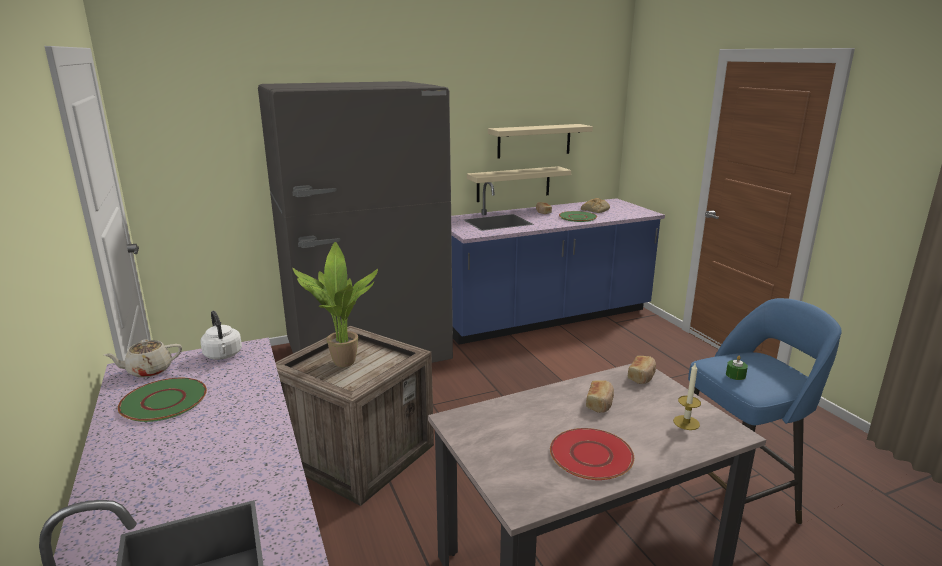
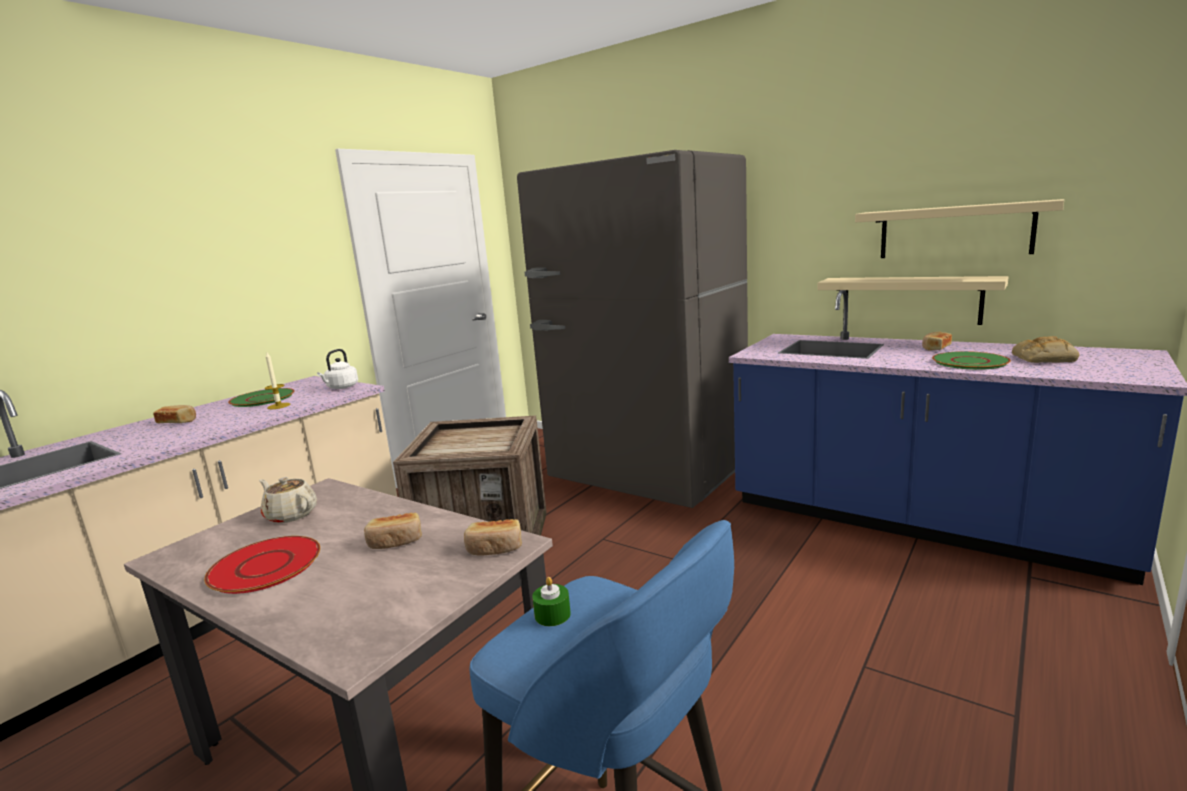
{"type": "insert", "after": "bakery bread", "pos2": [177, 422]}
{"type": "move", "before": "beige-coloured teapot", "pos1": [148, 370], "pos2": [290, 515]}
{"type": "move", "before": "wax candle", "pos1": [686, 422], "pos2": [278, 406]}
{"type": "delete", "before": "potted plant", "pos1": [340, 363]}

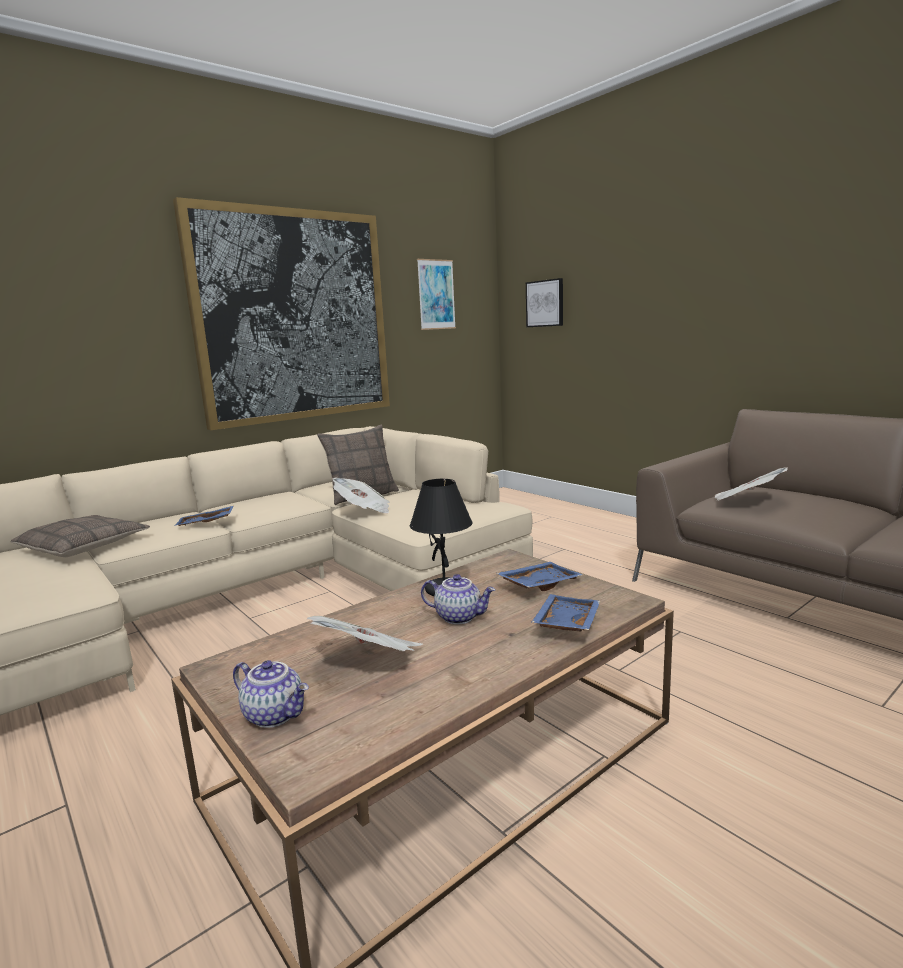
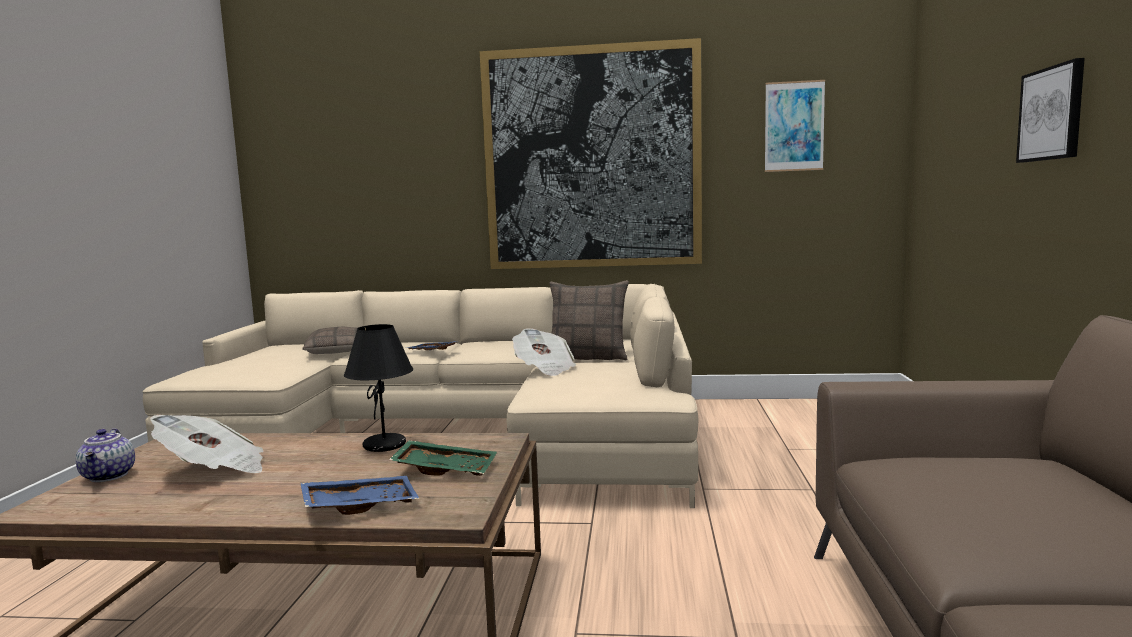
{"type": "recolor", "before": "blue-coloured serving tray", "after": "green-coloured serving tray", "pos1": [539, 584], "pos2": [446, 469]}
{"type": "move", "before": "wall picture", "pos1": [545, 303], "pos2": [1052, 113]}
{"type": "delete", "before": "teapot", "pos1": [459, 617]}
{"type": "delete", "before": "printed paper", "pos1": [746, 502]}

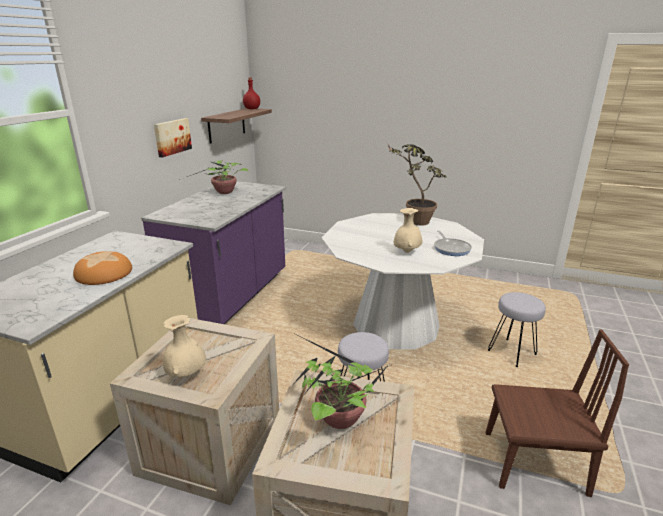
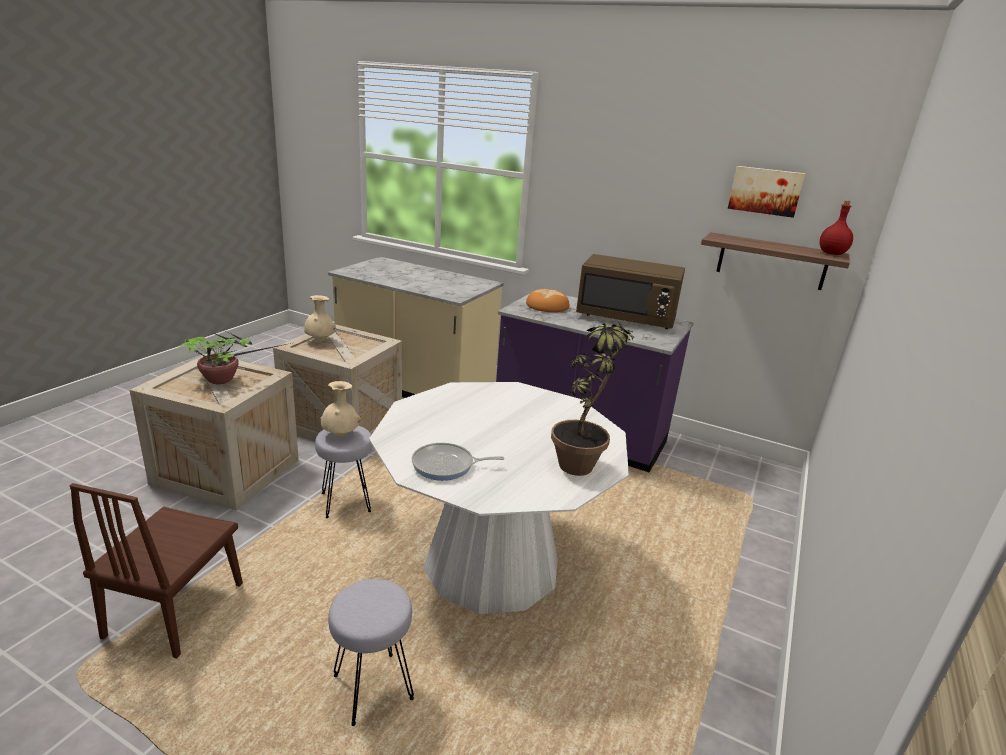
{"type": "move", "before": "beige-coloured decorative vase", "pos1": [406, 252], "pos2": [340, 435]}
{"type": "move", "before": "bakery bread", "pos1": [104, 273], "pos2": [547, 306]}
{"type": "replace", "before": "potted plant", "after": "brownish microwave", "pos1": [223, 193], "pos2": [626, 318]}
{"type": "move", "before": "wall picture", "pos1": [172, 137], "pos2": [765, 191]}

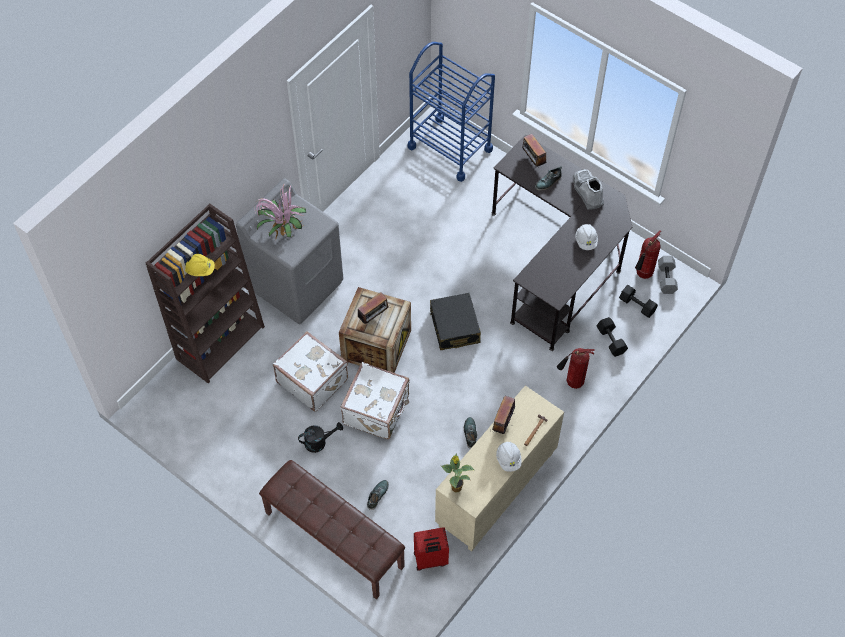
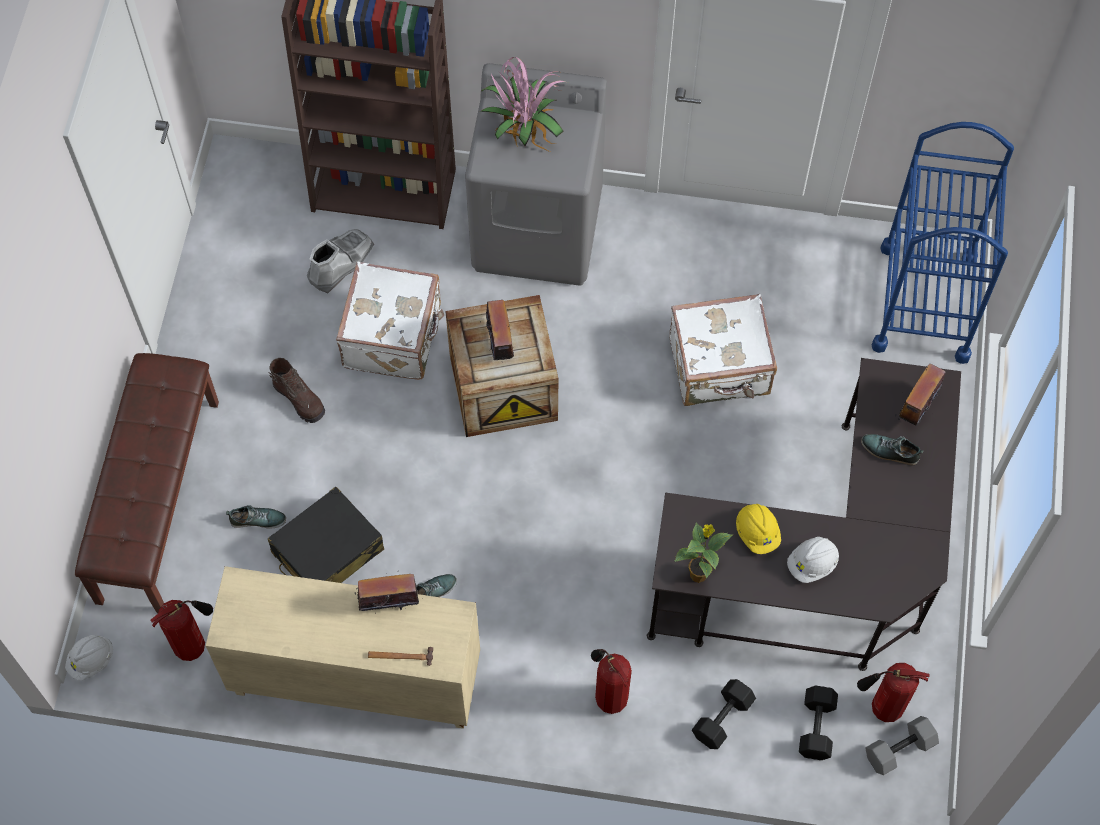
{"type": "move", "before": "white-coloured hard hat", "pos1": [508, 459], "pos2": [91, 661]}
{"type": "replace", "before": "red travel case", "after": "extinguisher", "pos1": [430, 560], "pos2": [193, 644]}
{"type": "move", "before": "black travel case", "pos1": [454, 327], "pos2": [327, 551]}
{"type": "replace", "before": "black watering can", "after": "brownish tall boot", "pos1": [319, 442], "pos2": [300, 399]}
{"type": "move", "before": "grey tall boot", "pos1": [587, 192], "pos2": [340, 263]}
{"type": "rotate", "before": "radio", "pos1": [374, 316], "pos2": [500, 343], "turn": -120}
{"type": "move", "before": "white-coloured travel case", "pos1": [377, 410], "pos2": [720, 368]}
{"type": "move", "before": "potted plant", "pos1": [456, 487], "pos2": [698, 573]}
{"type": "move", "before": "yellowish hard hat", "pos1": [200, 269], "pos2": [757, 533]}

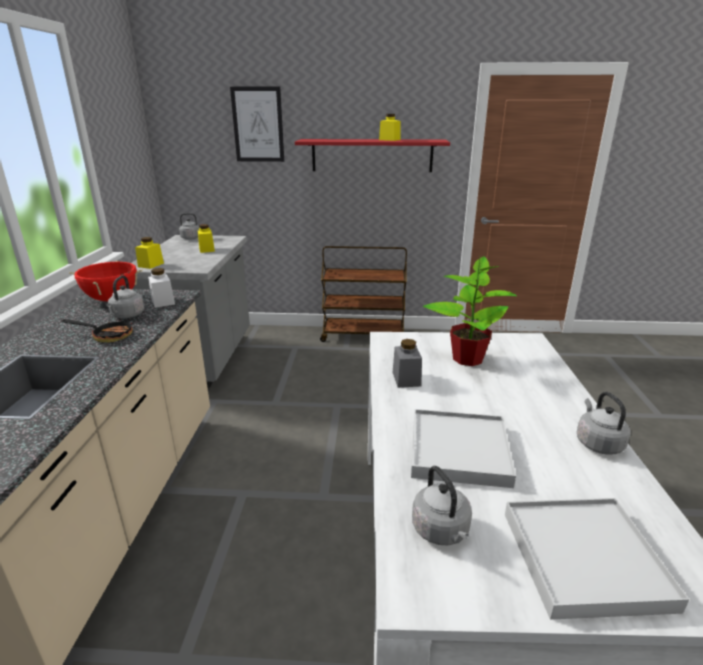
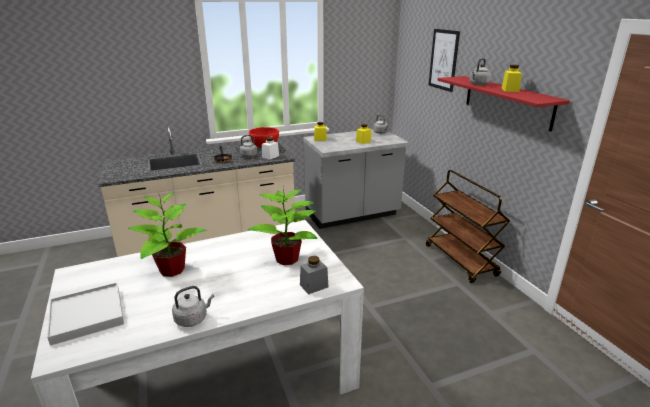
{"type": "replace", "before": "white-coloured serving tray", "after": "potted plant", "pos1": [458, 450], "pos2": [171, 270]}
{"type": "move", "before": "grey storage jar", "pos1": [406, 379], "pos2": [314, 286]}
{"type": "move", "before": "grey water kettle", "pos1": [441, 531], "pos2": [478, 84]}

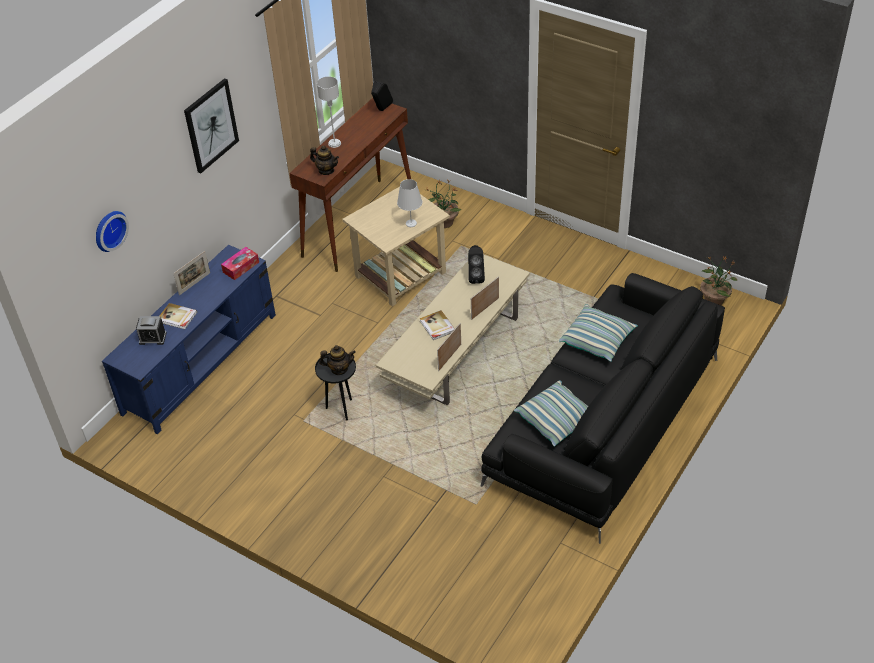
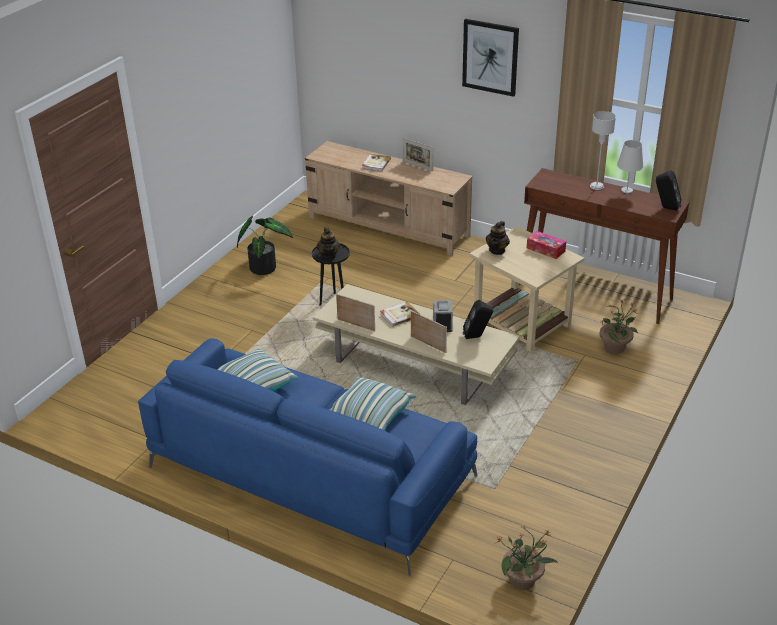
{"type": "recolor", "before": "black couch", "after": "blue-coloured couch", "pos1": [604, 421], "pos2": [310, 472]}
{"type": "insert", "after": "potted plant", "pos2": [265, 266]}
{"type": "recolor", "before": "blue-coloured tv unit", "after": "beige-coloured tv unit", "pos1": [201, 363], "pos2": [388, 227]}
{"type": "move", "before": "table clock", "pos1": [152, 338], "pos2": [442, 324]}
{"type": "move", "before": "teapot", "pos1": [326, 170], "pos2": [497, 250]}
{"type": "move", "before": "box of tissues", "pos1": [241, 267], "pos2": [545, 249]}
{"type": "move", "before": "white-coloured tabletop lamp", "pos1": [411, 223], "pos2": [627, 190]}
{"type": "delete", "before": "wall clock", "pos1": [109, 230]}

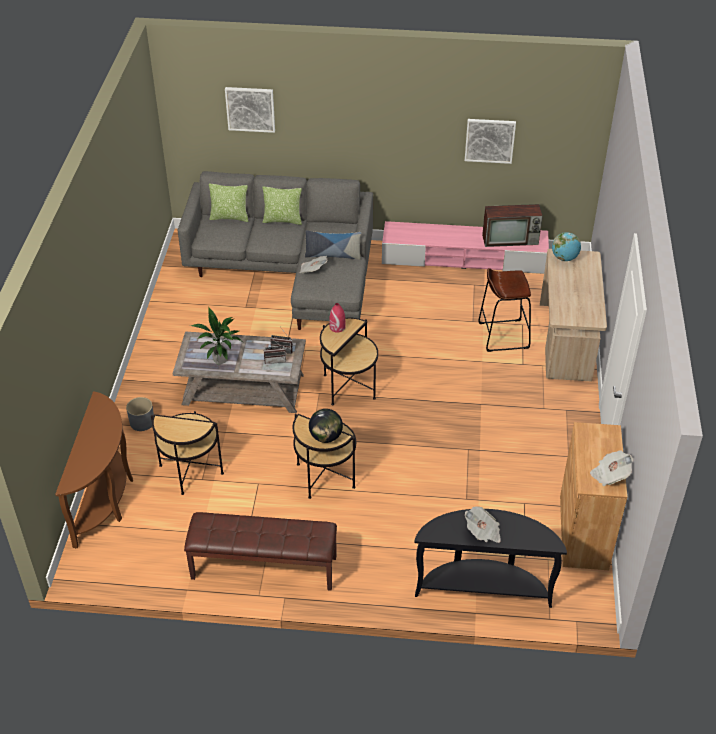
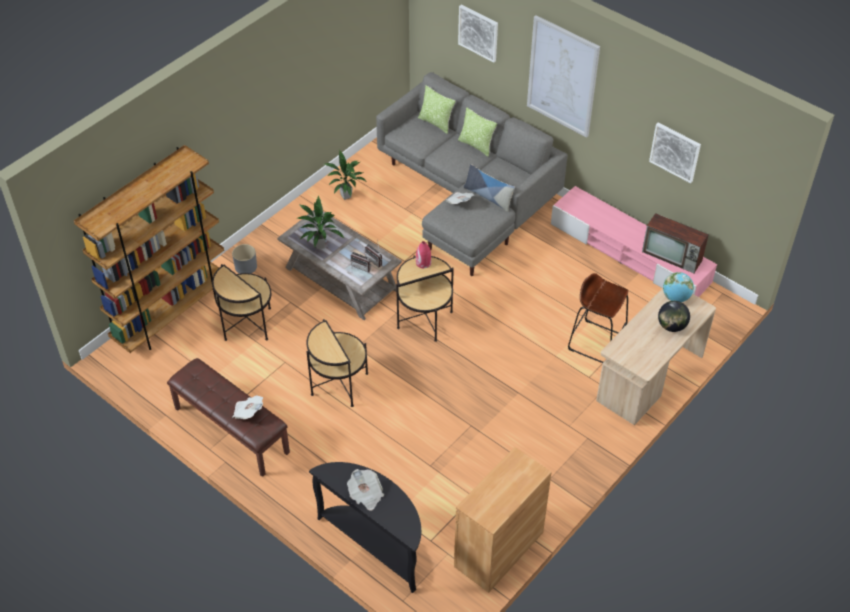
{"type": "replace", "before": "brownish console table", "after": "brownish bookshelf", "pos1": [107, 499], "pos2": [172, 314]}
{"type": "move", "before": "printed paper", "pos1": [610, 475], "pos2": [248, 412]}
{"type": "insert", "after": "potted plant", "pos2": [346, 196]}
{"type": "insert", "after": "wall picture", "pos2": [562, 76]}
{"type": "move", "before": "world globe", "pos1": [326, 437], "pos2": [671, 326]}

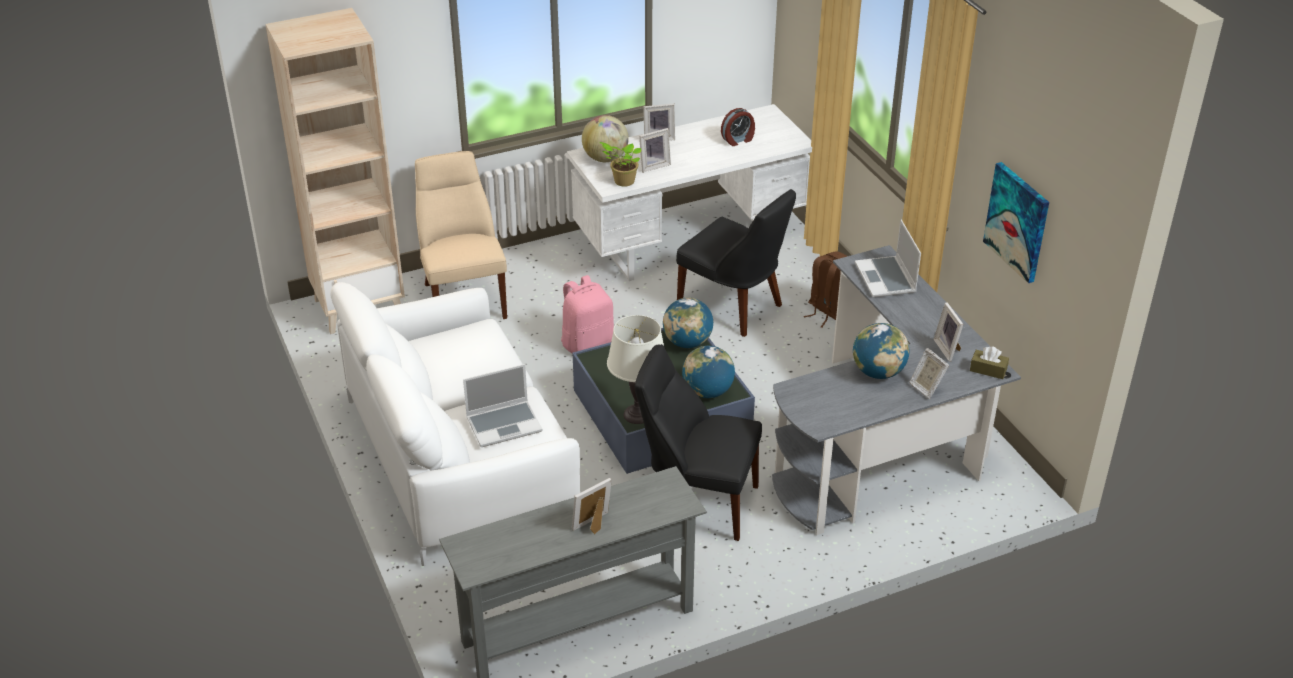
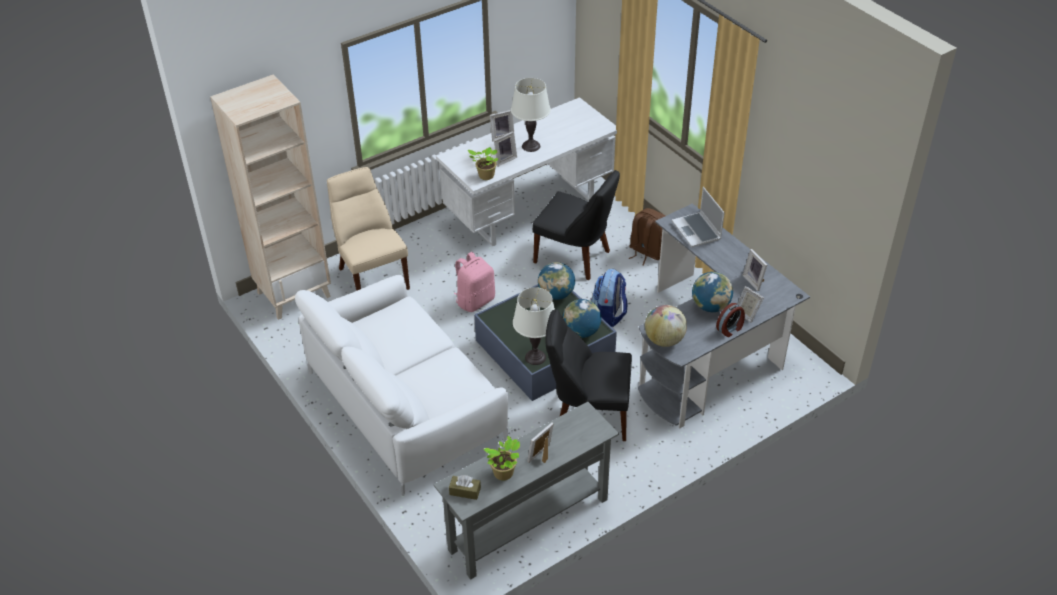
{"type": "move", "before": "brownish box of tissues", "pos1": [988, 370], "pos2": [465, 491]}
{"type": "insert", "after": "potted plant", "pos2": [504, 474]}
{"type": "insert", "after": "white-coloured tabletop lamp", "pos2": [531, 146]}
{"type": "insert", "after": "rucksack", "pos2": [609, 315]}
{"type": "move", "before": "world globe", "pos1": [605, 158], "pos2": [664, 340]}
{"type": "move", "before": "table clock", "pos1": [738, 140], "pos2": [730, 329]}
{"type": "delete", "before": "portable computer", "pos1": [504, 424]}
{"type": "delete", "before": "wall picture", "pos1": [1017, 221]}

